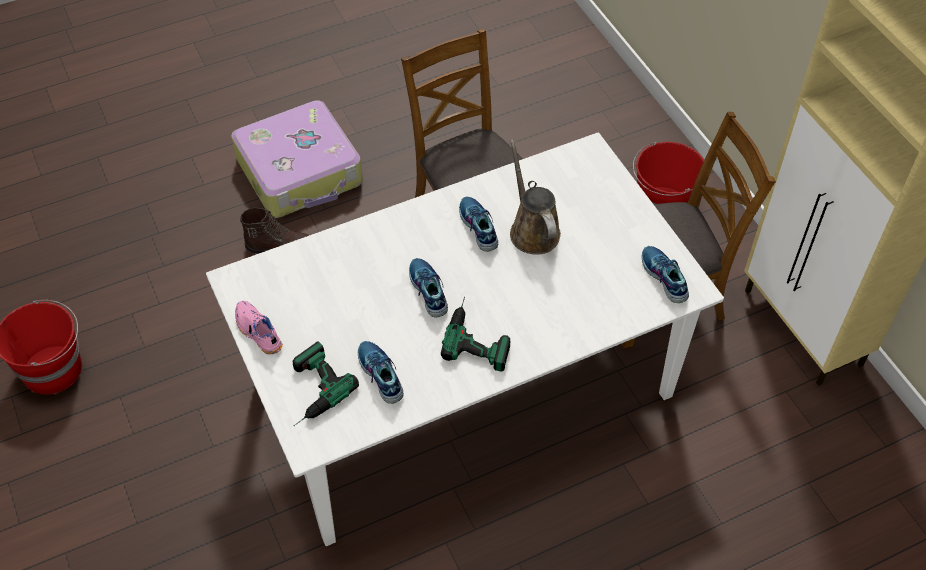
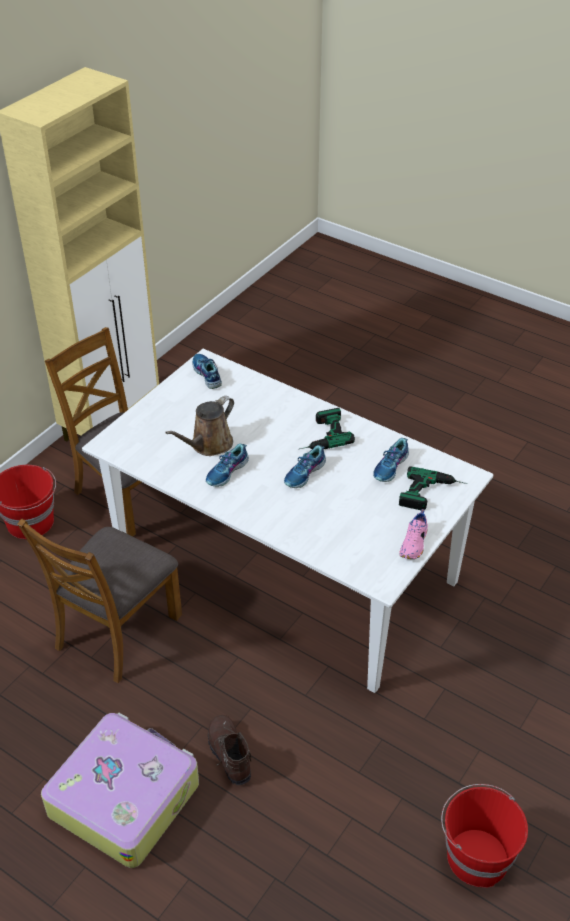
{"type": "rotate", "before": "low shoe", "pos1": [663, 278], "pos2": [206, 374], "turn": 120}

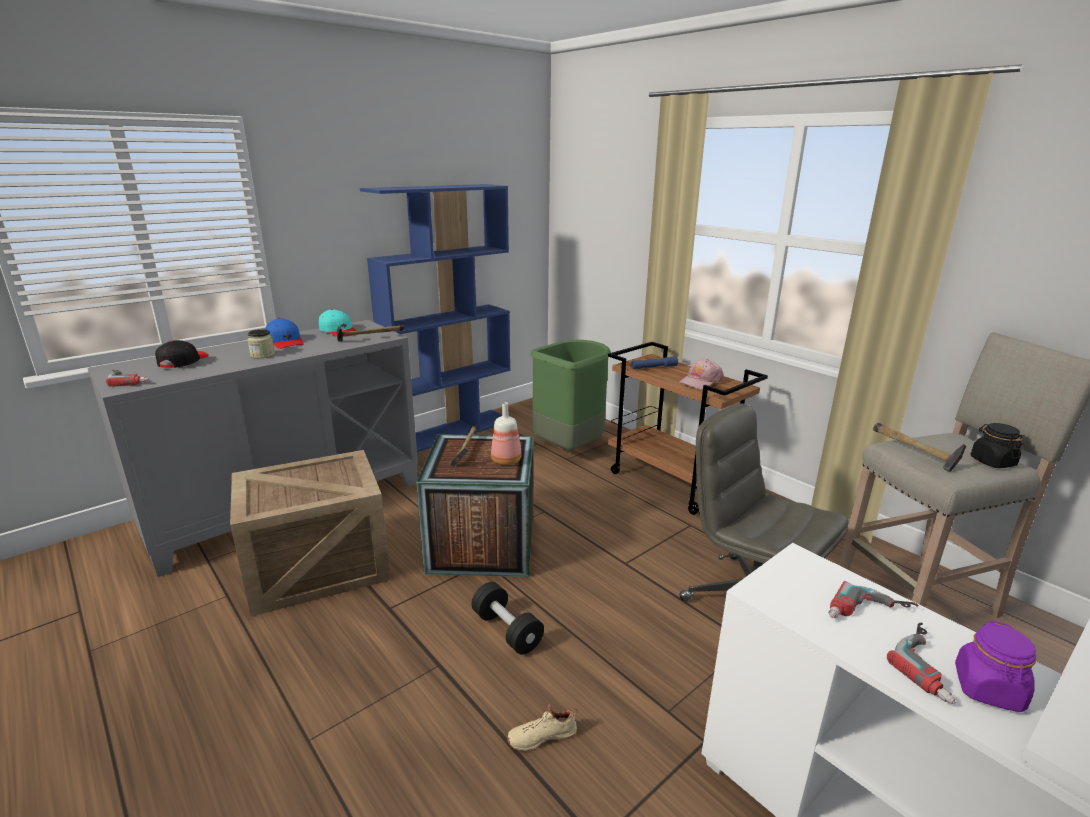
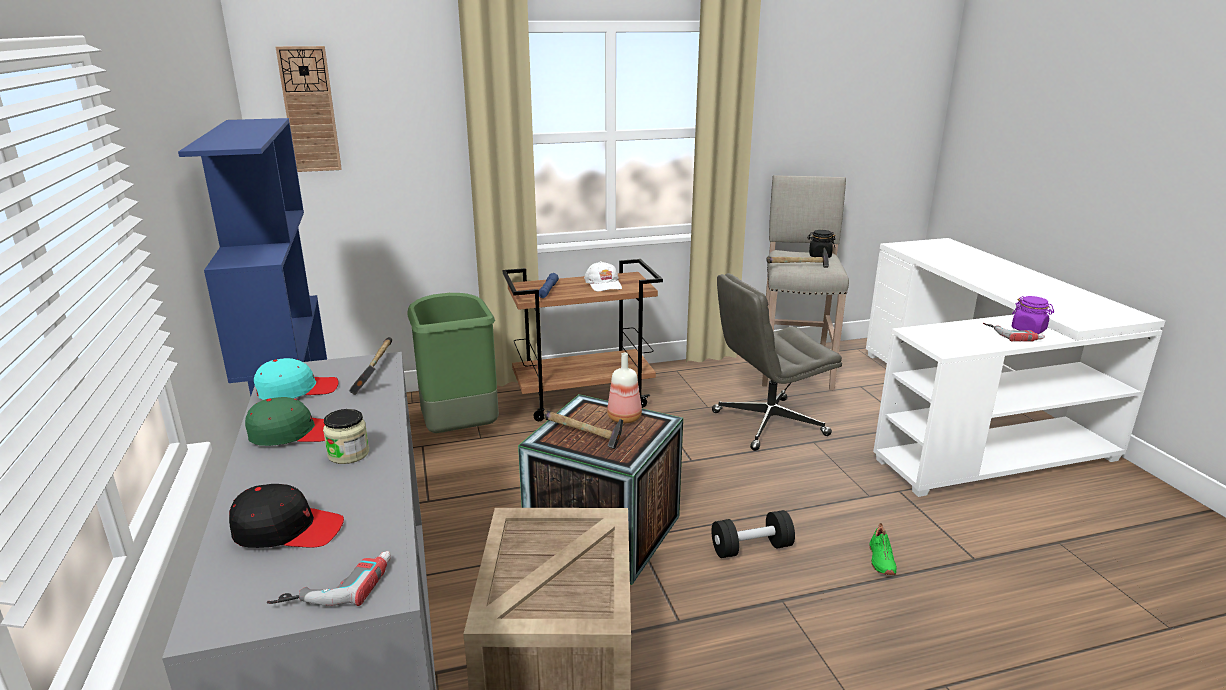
{"type": "rotate", "before": "black baseball cap", "pos1": [183, 362], "pos2": [287, 530], "turn": 150}
{"type": "recolor", "before": "blue-coloured baseball cap", "after": "green-coloured baseball cap", "pos1": [285, 341], "pos2": [293, 433]}
{"type": "insert", "after": "wall clock", "pos2": [310, 110]}
{"type": "recolor", "before": "pink-coloured baseball cap", "after": "white-coloured baseball cap", "pos1": [700, 381], "pos2": [604, 284]}
{"type": "recolor", "before": "beige-coloured low shoe", "after": "green-coloured low shoe", "pos1": [541, 736], "pos2": [880, 560]}
{"type": "delete", "before": "electric drill", "pos1": [870, 615]}

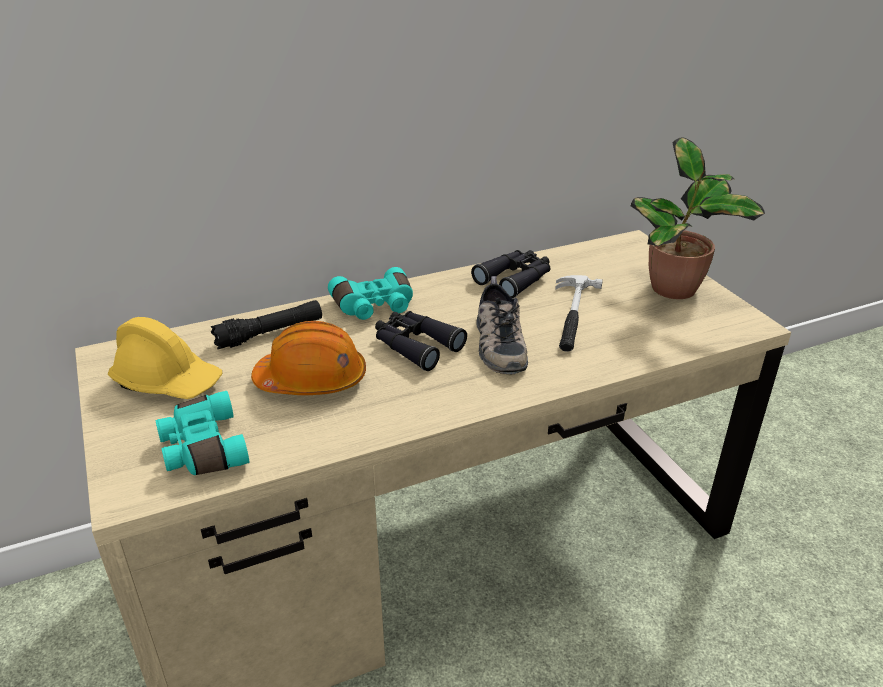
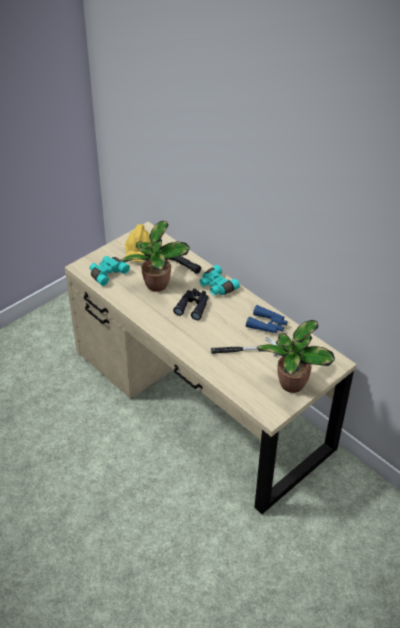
{"type": "replace", "before": "orange-coloured hard hat", "after": "potted plant", "pos1": [312, 380], "pos2": [156, 285]}
{"type": "recolor", "before": "black pair of binoculars", "after": "blue-coloured pair of binoculars", "pos1": [515, 279], "pos2": [267, 325]}
{"type": "delete", "before": "low shoe", "pos1": [497, 342]}

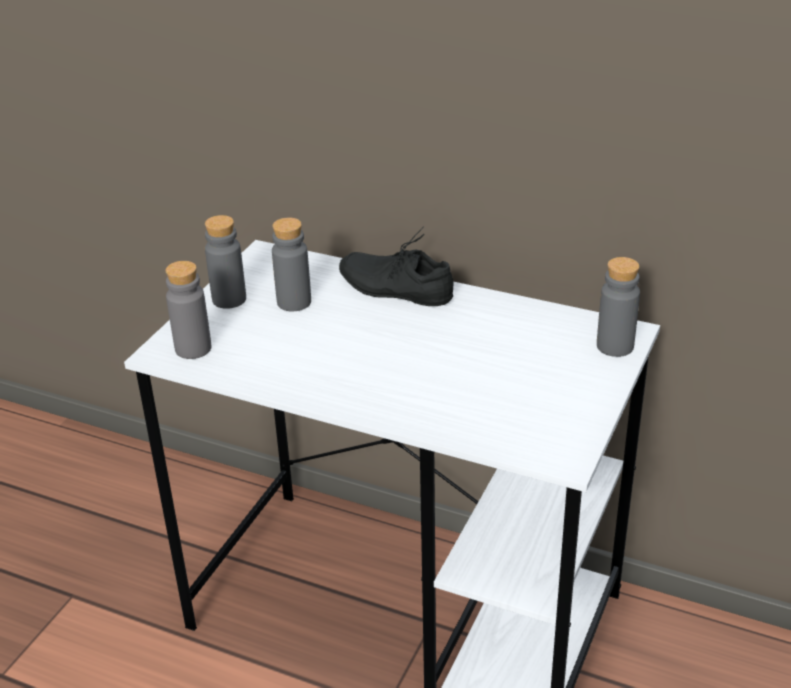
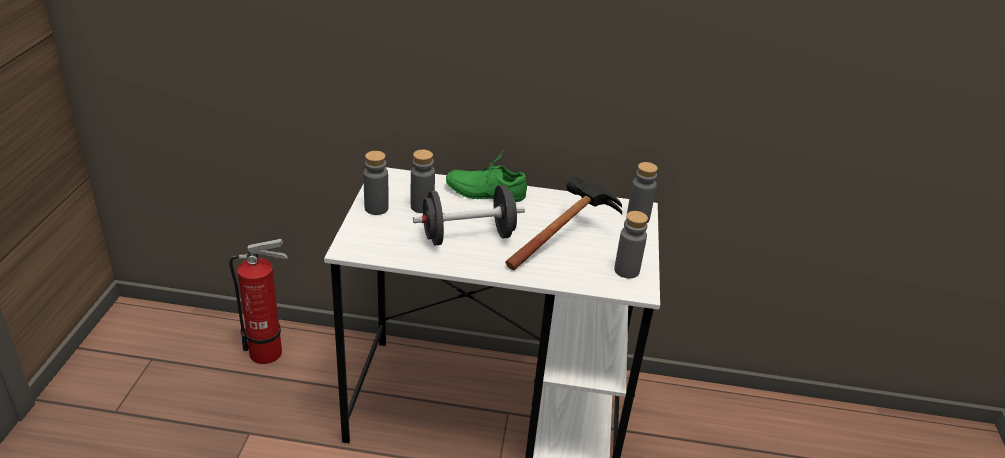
{"type": "insert", "after": "extinguisher", "pos2": [270, 353]}
{"type": "insert", "after": "black hand weight", "pos2": [468, 236]}
{"type": "recolor", "before": "black low shoe", "after": "green-coloured low shoe", "pos1": [397, 286], "pos2": [486, 191]}
{"type": "insert", "after": "tool hammer", "pos2": [565, 237]}
{"type": "move", "before": "grey bottle", "pos1": [193, 348], "pos2": [626, 270]}

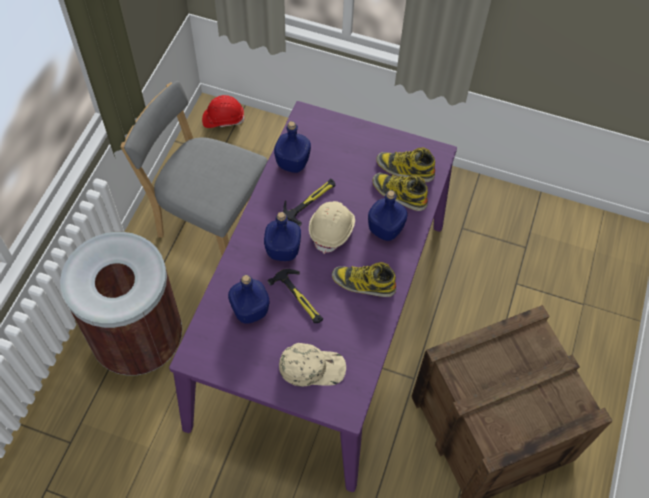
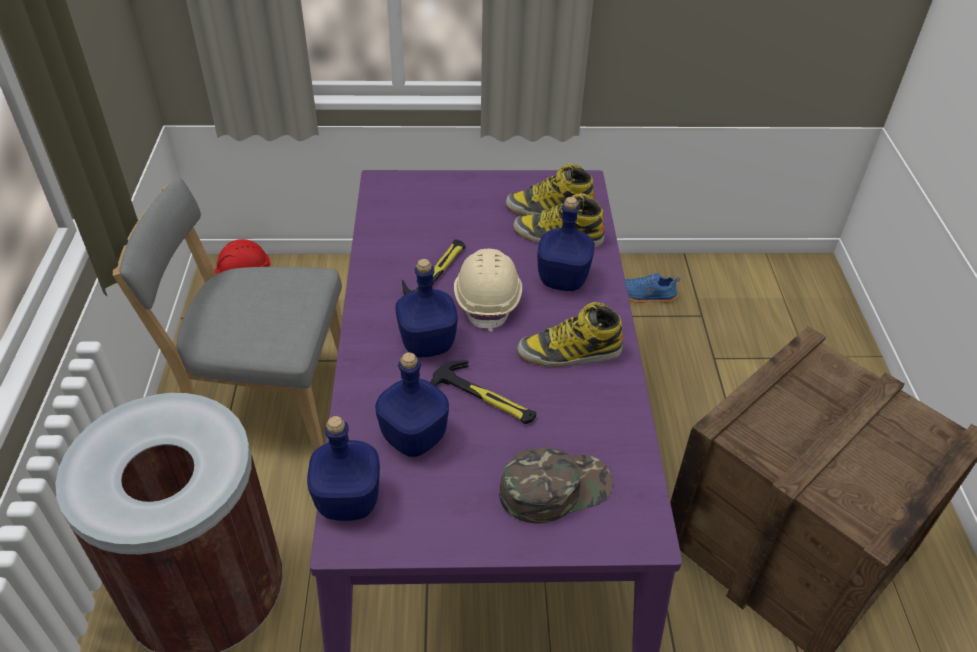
{"type": "move", "before": "blue-coloured bottle", "pos1": [292, 162], "pos2": [348, 500]}
{"type": "recolor", "before": "beige-coloured baseball cap", "after": "green-coloured baseball cap", "pos1": [312, 367], "pos2": [554, 488]}
{"type": "insert", "after": "blue-coloured low shoe", "pos2": [645, 296]}

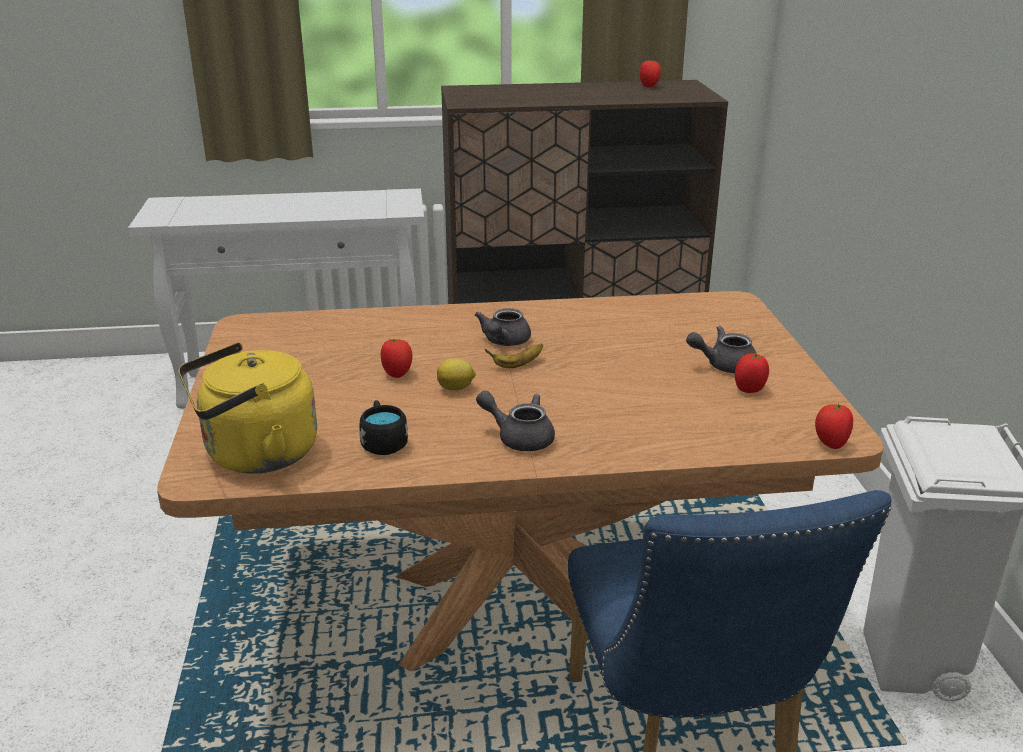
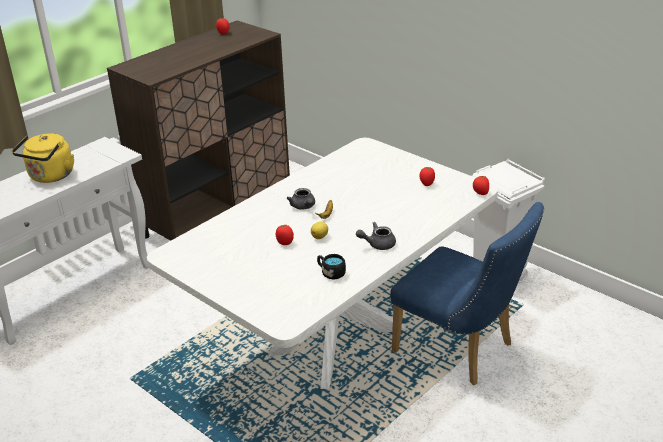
{"type": "move", "before": "yellowish water kettle", "pos1": [255, 455], "pos2": [50, 177]}
{"type": "recolor", "before": "brownish dining table", "after": "white-coloured dining table", "pos1": [511, 609], "pos2": [336, 340]}
{"type": "delete", "before": "grey teapot", "pos1": [723, 365]}

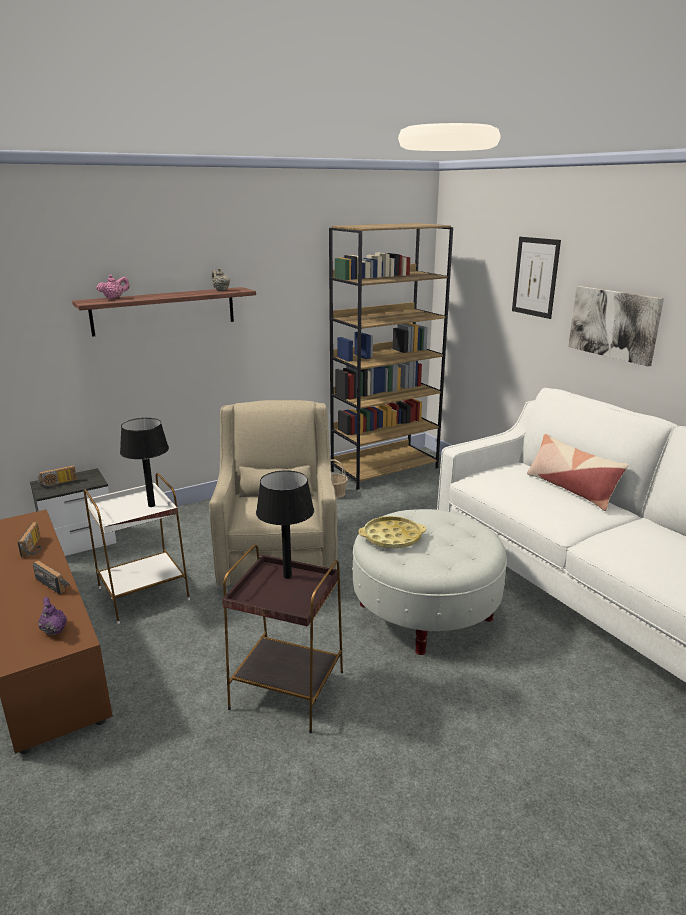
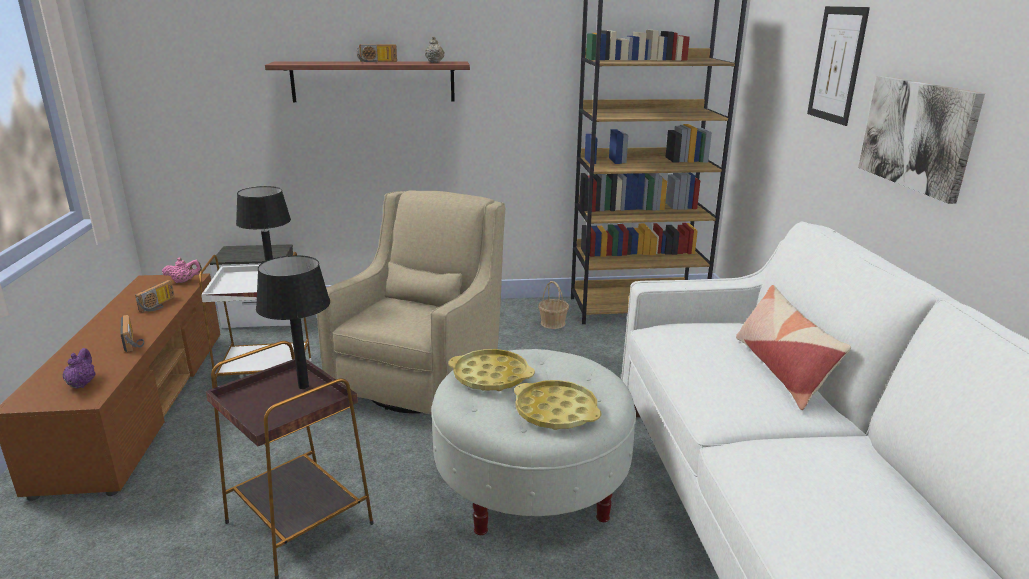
{"type": "move", "before": "pink-coloured teapot", "pos1": [114, 298], "pos2": [184, 281]}
{"type": "move", "before": "radio", "pos1": [58, 484], "pos2": [377, 62]}
{"type": "insert", "after": "yellowish serving tray", "pos2": [556, 411]}

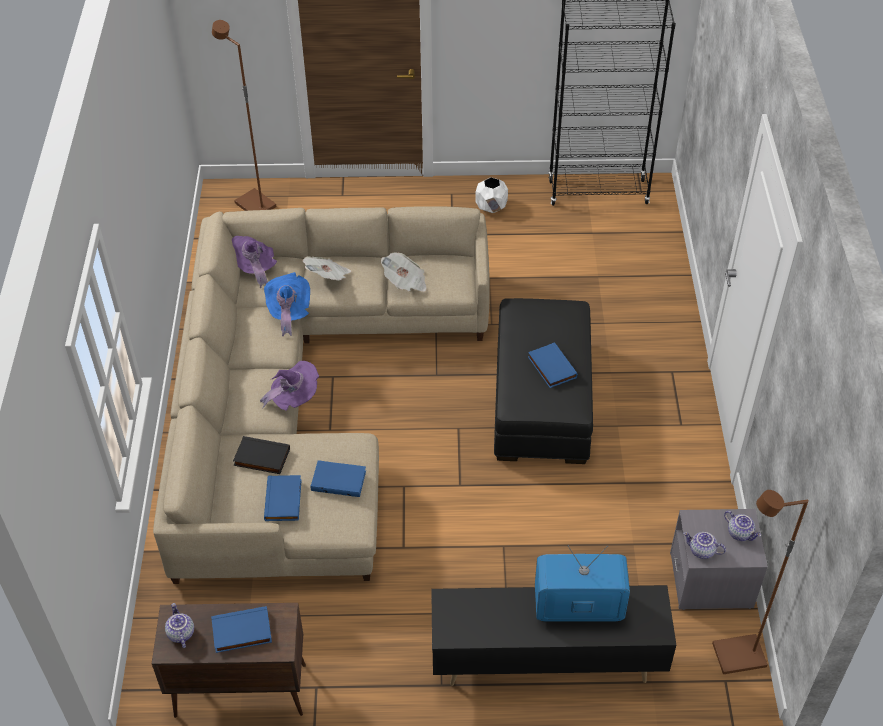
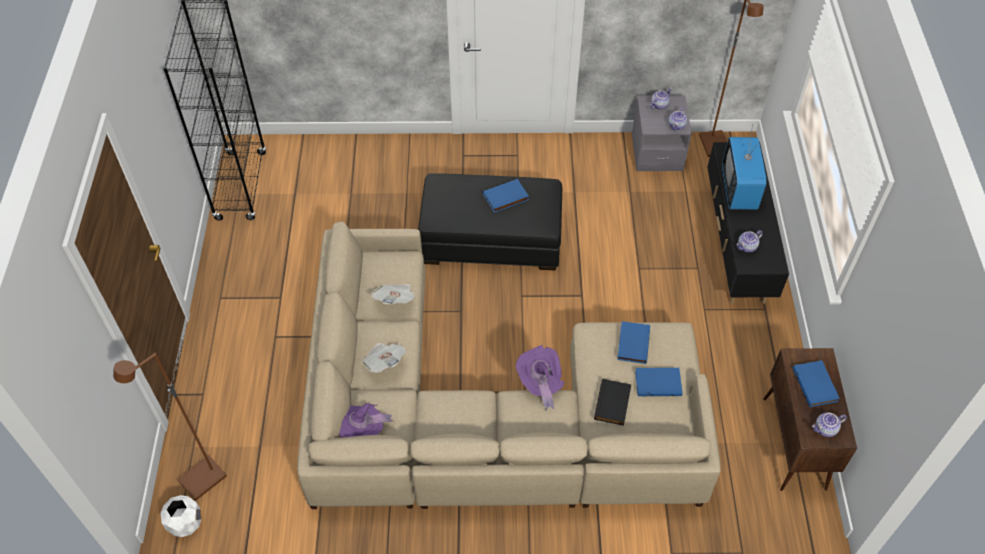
{"type": "move", "before": "white-coloured planter", "pos1": [491, 207], "pos2": [185, 523]}
{"type": "insert", "after": "teapot", "pos2": [747, 247]}
{"type": "delete", "before": "blue-coloured clothing hat", "pos1": [288, 312]}

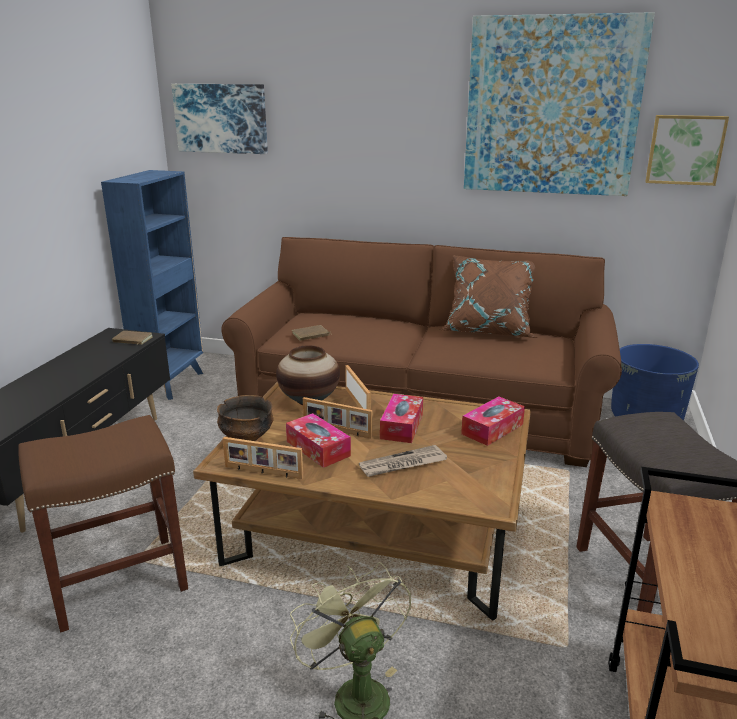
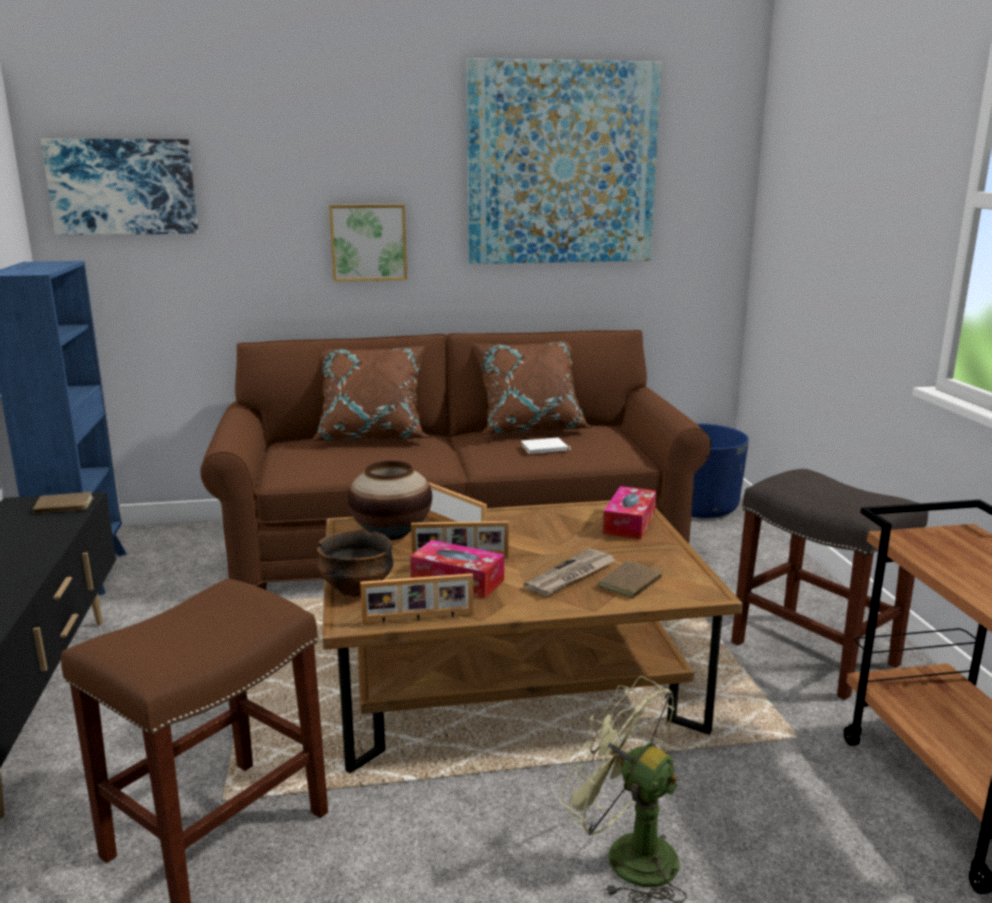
{"type": "insert", "after": "brownish cushion", "pos2": [372, 436]}
{"type": "move", "before": "wall picture", "pos1": [685, 150], "pos2": [368, 242]}
{"type": "insert", "after": "white-coloured bound book", "pos2": [544, 449]}
{"type": "move", "before": "brownish bound book", "pos1": [311, 335], "pos2": [632, 584]}
{"type": "delete", "before": "box of tissues", "pos1": [401, 426]}

